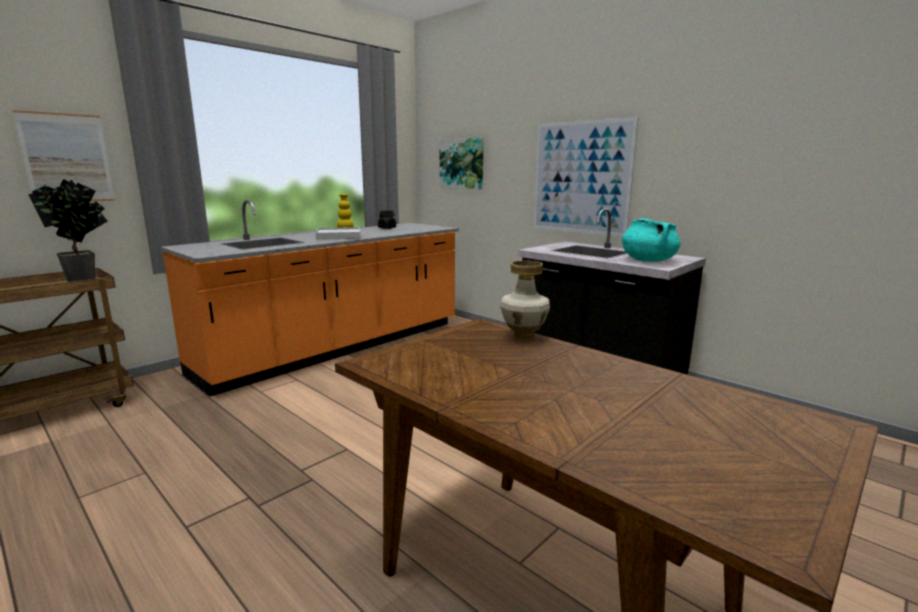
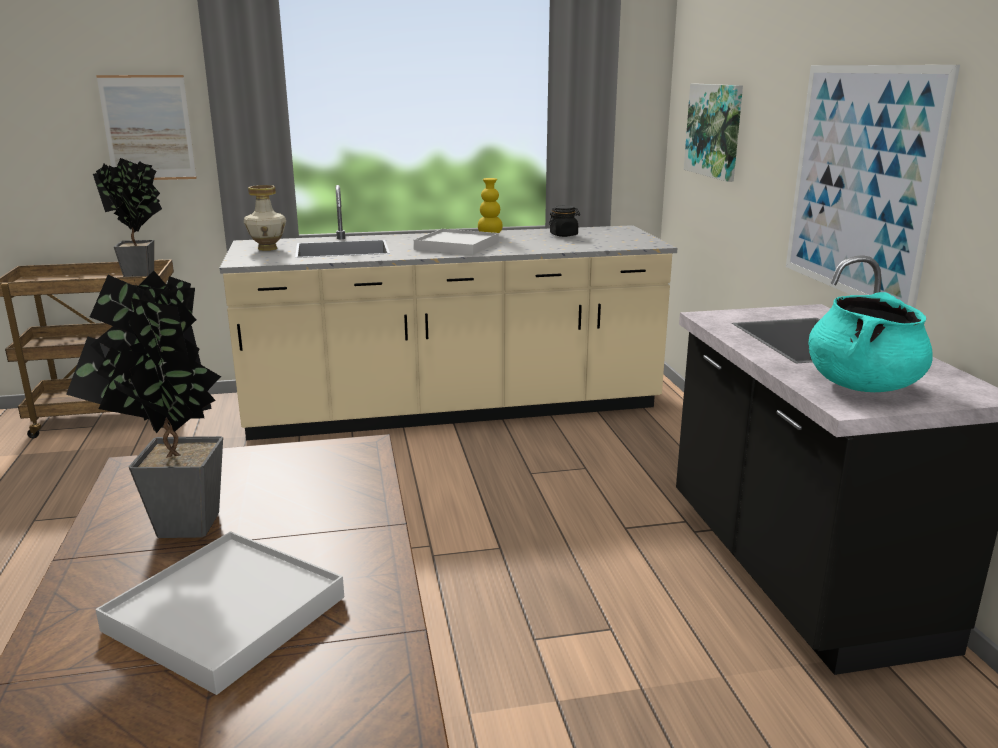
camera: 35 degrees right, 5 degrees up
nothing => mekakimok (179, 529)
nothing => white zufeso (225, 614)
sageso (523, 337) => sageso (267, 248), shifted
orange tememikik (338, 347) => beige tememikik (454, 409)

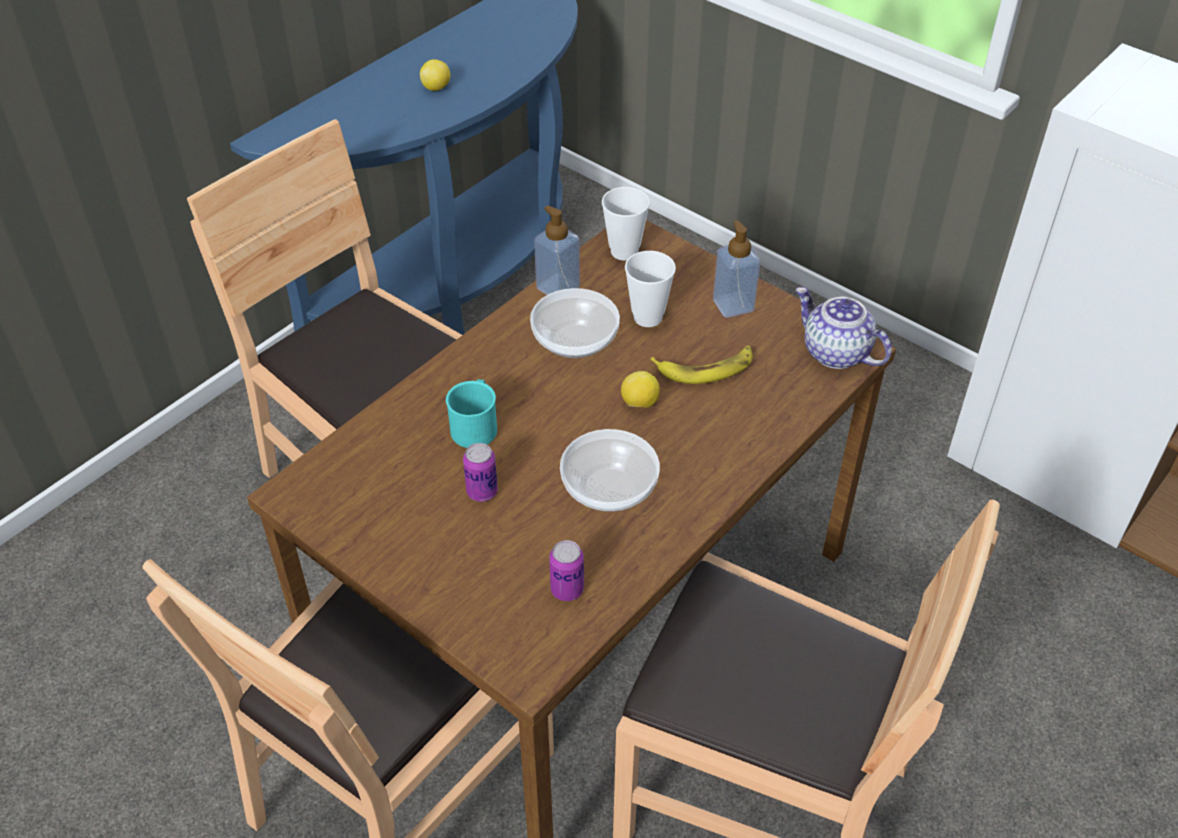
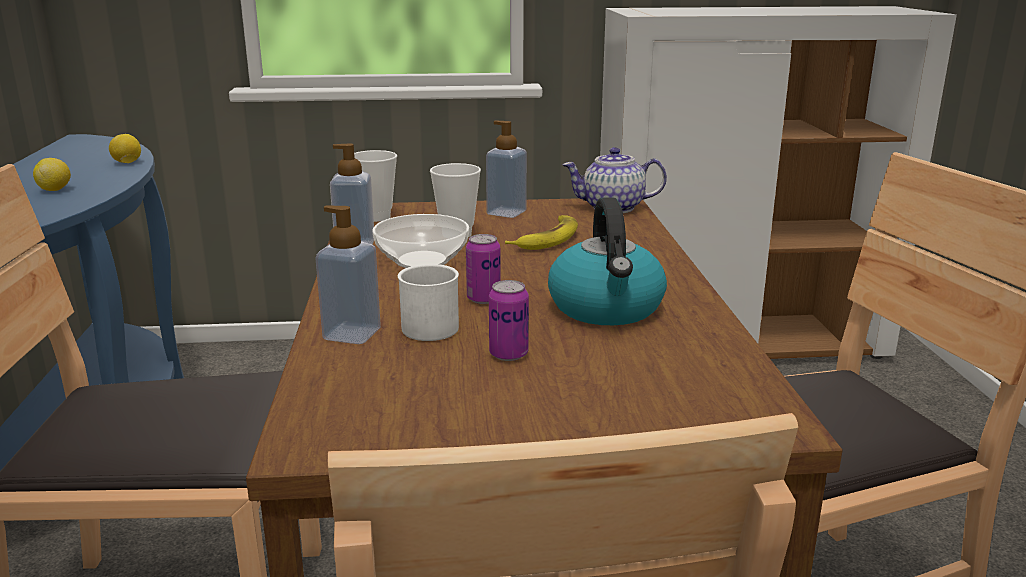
camera: 45 degrees left, 25 degrees down
nothing => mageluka (352, 334)
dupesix (567, 589) => dupesix (483, 299), shifted
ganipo (639, 403) => ganipo (127, 163), shifted
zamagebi (610, 488) => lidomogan (607, 308)
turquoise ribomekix (476, 425) => white ribomekix (425, 326)

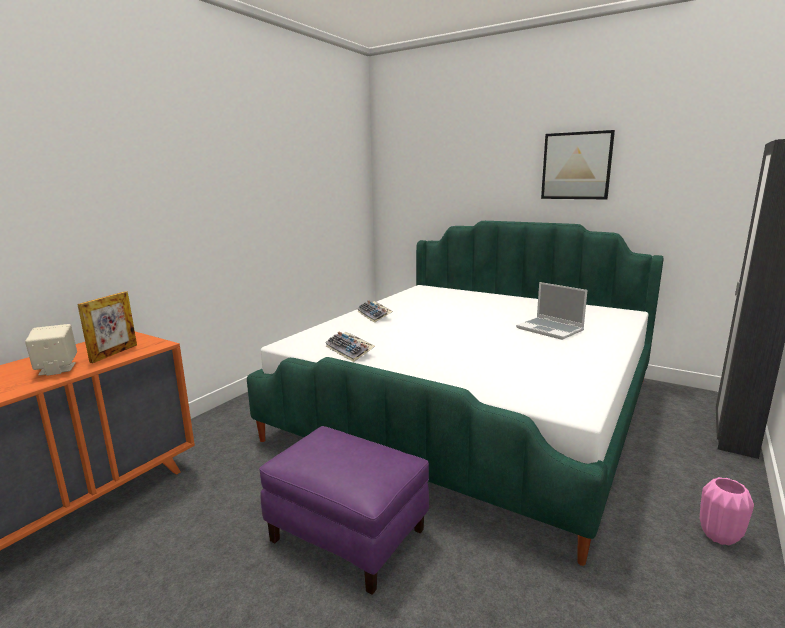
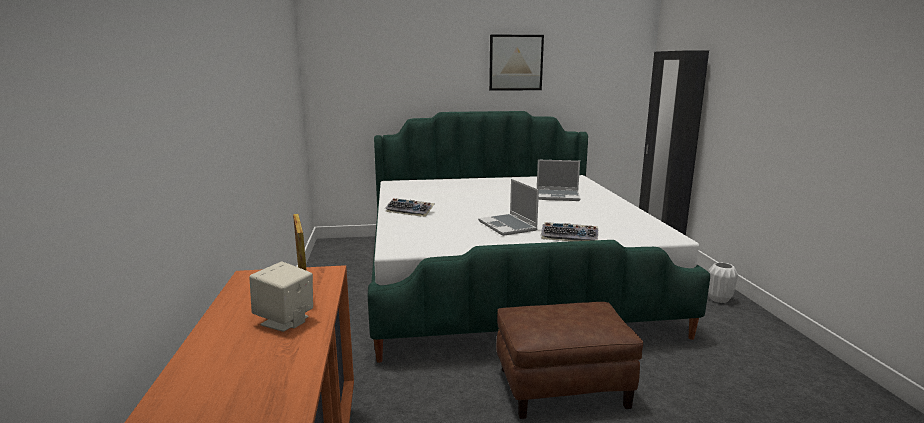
camera: 40 degrees left, 0 degrees up
nothing => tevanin (508, 226)
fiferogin (350, 351) => fiferogin (570, 237), shifted
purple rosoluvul (348, 534) => brown rosoluvul (562, 387)
pink sageso (720, 536) => white sageso (719, 299)

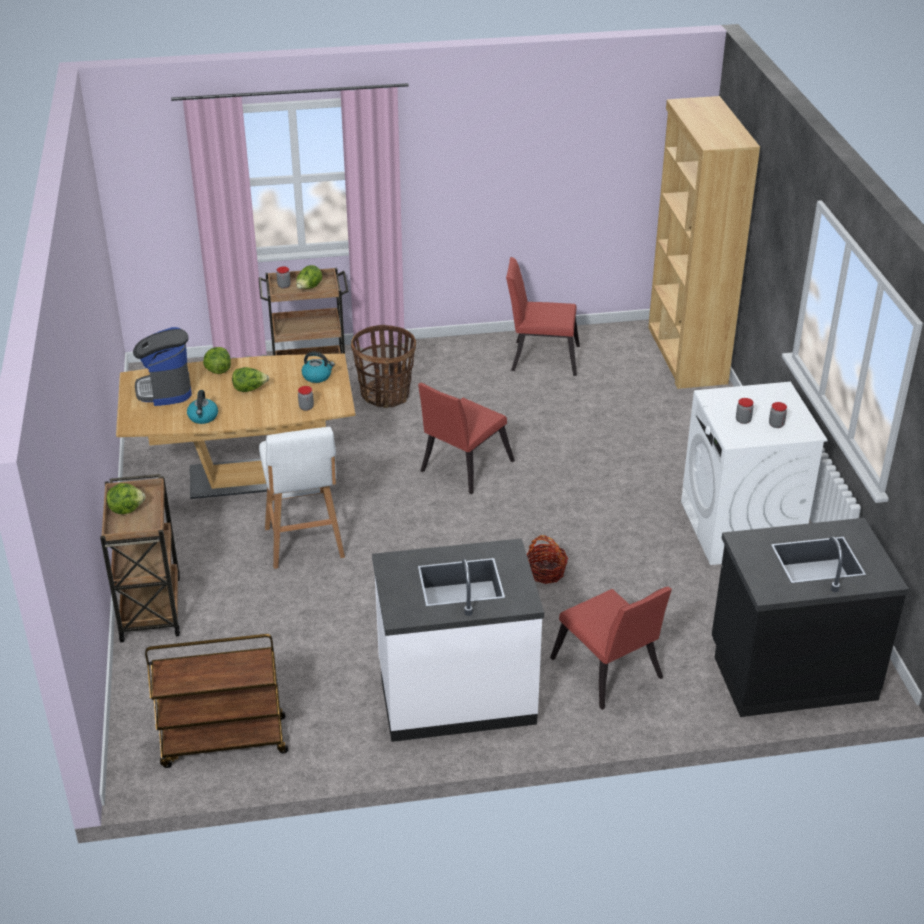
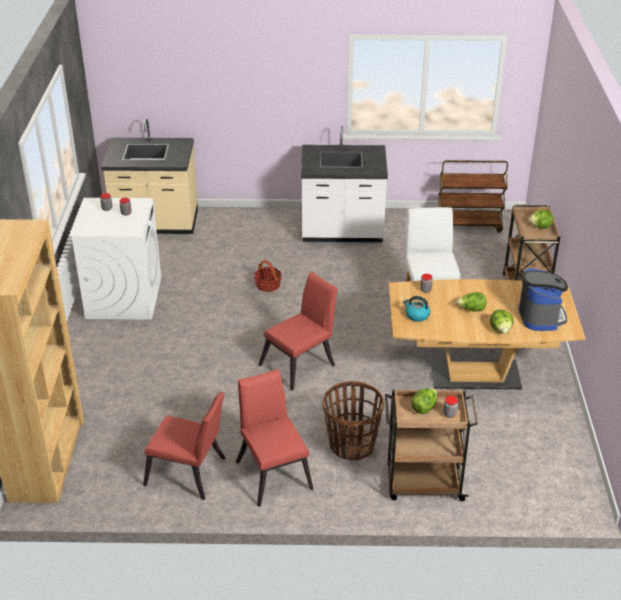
camera: 170 degrees left, 0 degrees up
lidomogan (203, 417) => nothing
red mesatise (609, 673) => red mesatise (273, 471), shifted
black tememikik (791, 671) => beige tememikik (156, 224)

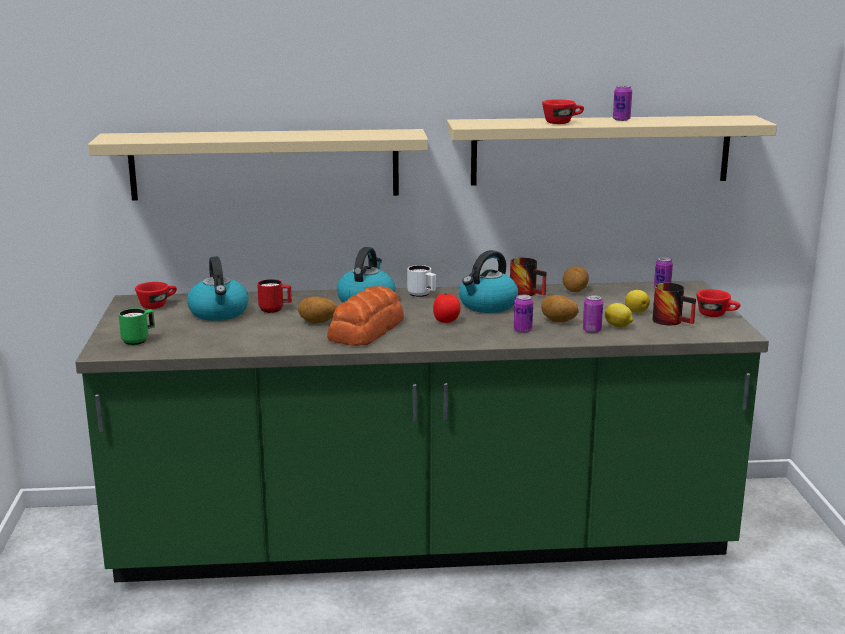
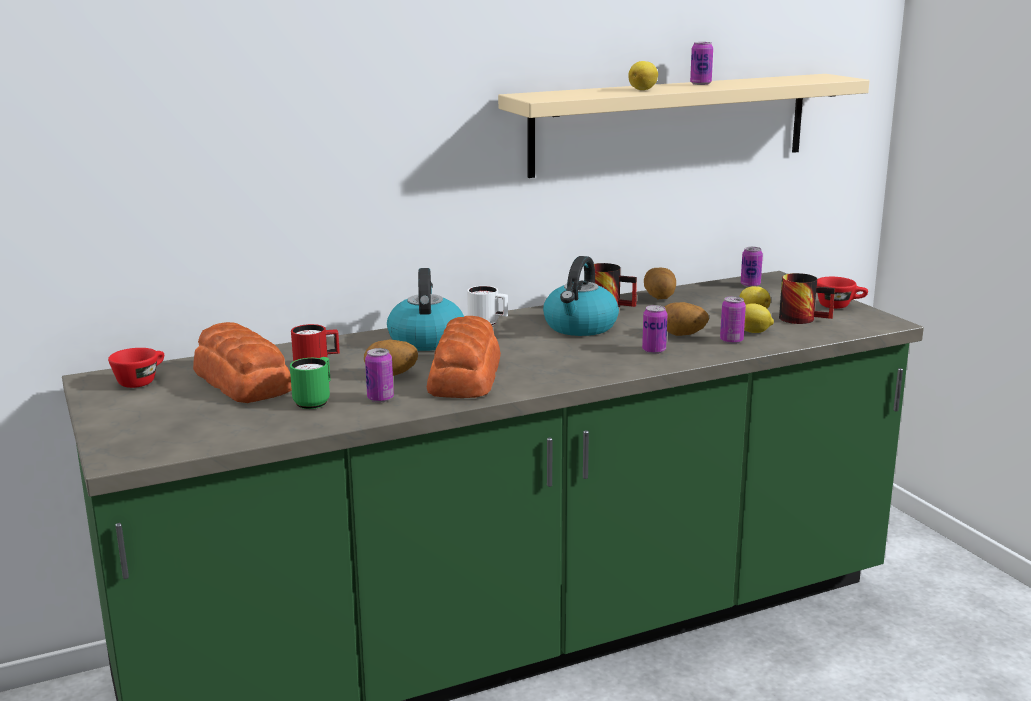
camera: 20 degrees left, 0 degrees up
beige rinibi (265, 164) => nothing
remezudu (446, 321) => nothing
nothing => dupesix (380, 398)
green ribomekix (139, 340) => green ribomekix (315, 401), shifted
lidomogan (219, 313) => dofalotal (242, 380)
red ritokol (562, 122) => ganipo (643, 90)

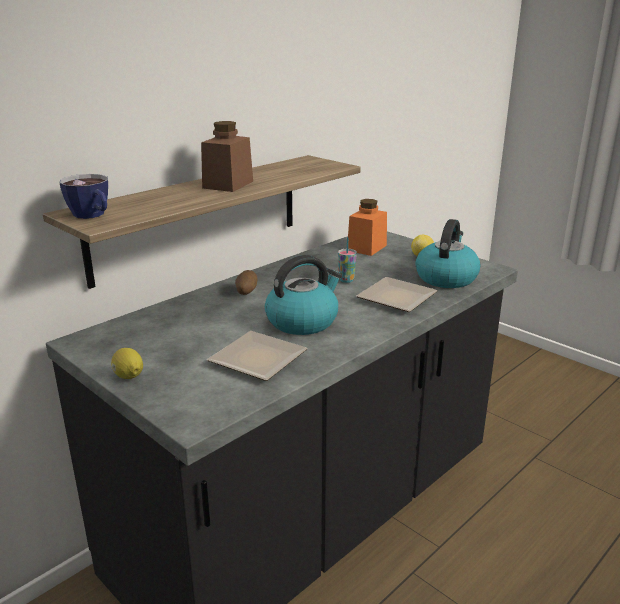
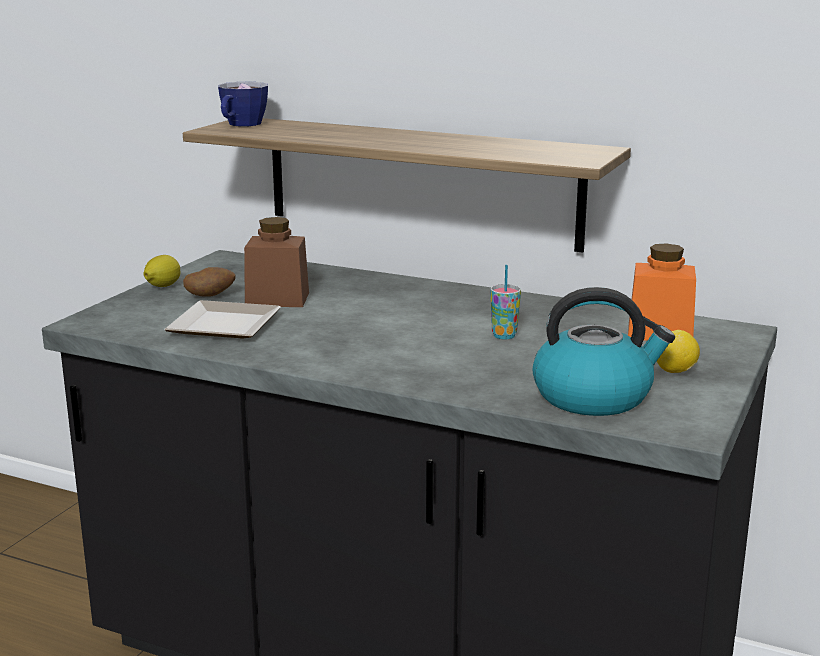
camera: 70 degrees right, 5 degrees down
lidomogan (303, 321) => nothing
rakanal (395, 297) => nothing
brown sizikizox (228, 184) => brown sizikizox (277, 299), shifted
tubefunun (246, 292) => tubefunun (210, 296), shifted

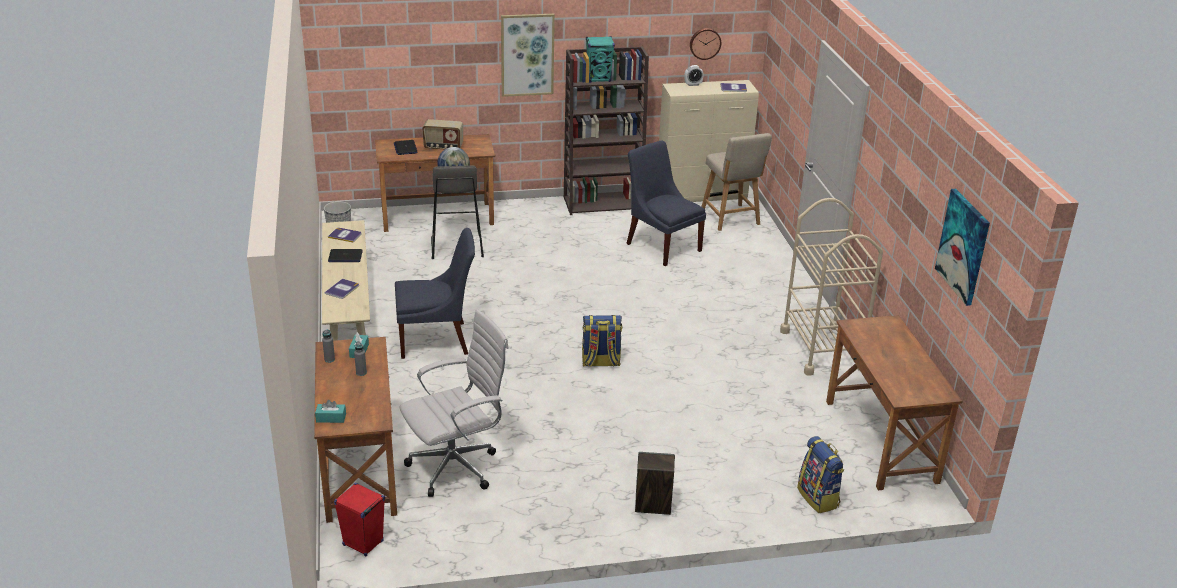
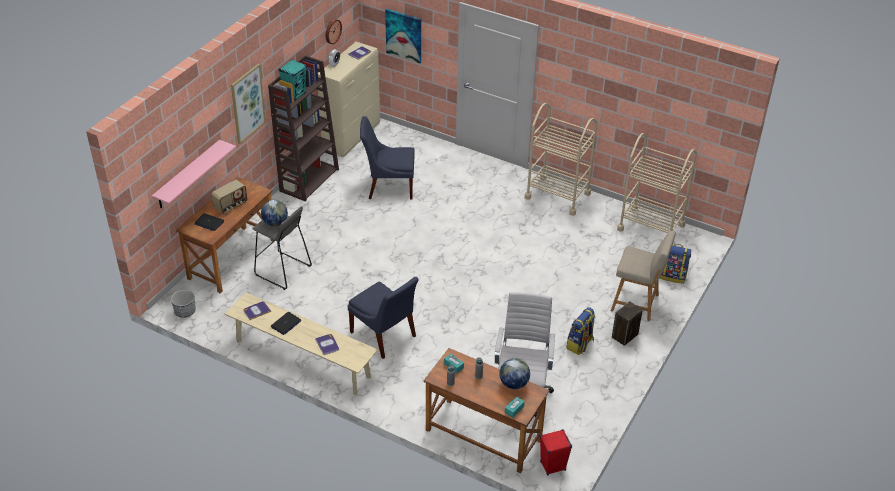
camera: 50 degrees left, 10 degrees up
nothing => pink rinibi (187, 175)
nothing => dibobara (513, 384)
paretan (600, 362) => paretan (580, 345), shifted
beige mesatise (731, 219) => beige mesatise (637, 303), shifted
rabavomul (963, 246) => rabavomul (404, 35), shifted
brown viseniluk (881, 441) => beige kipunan (650, 227)
blue mesatise (437, 340) => blue mesatise (384, 336), 105 degrees clockwise

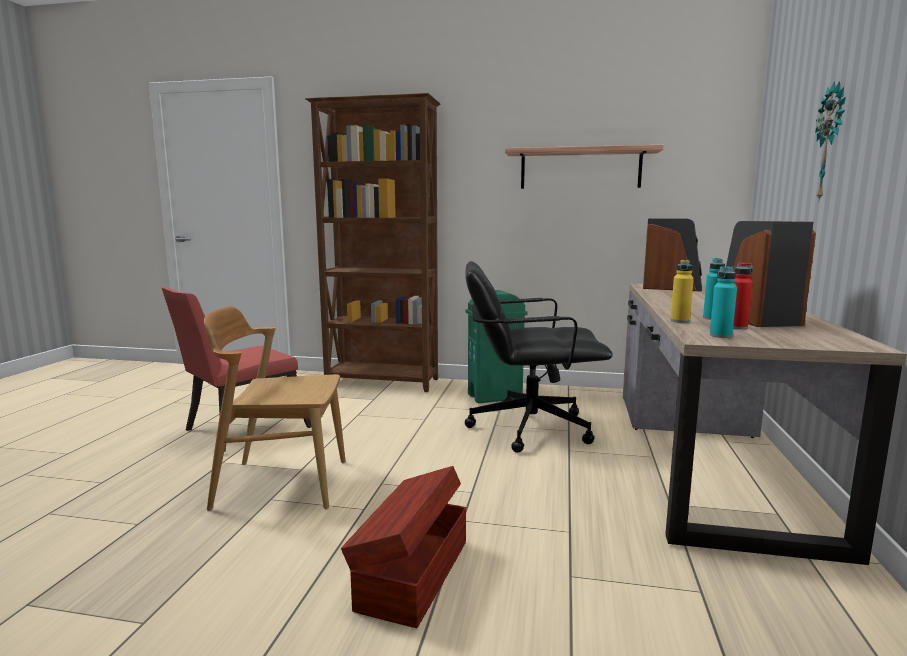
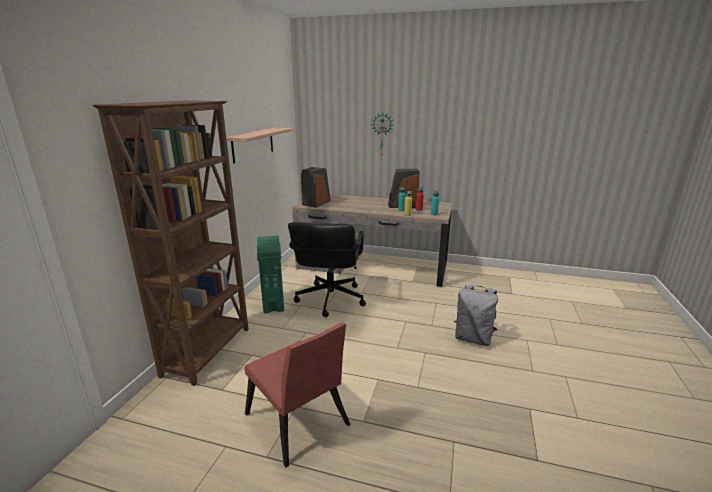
camera: 85 degrees left, 10 degrees up
brown mesatise (281, 484) => nothing
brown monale (411, 574) => grey paretan (473, 338)

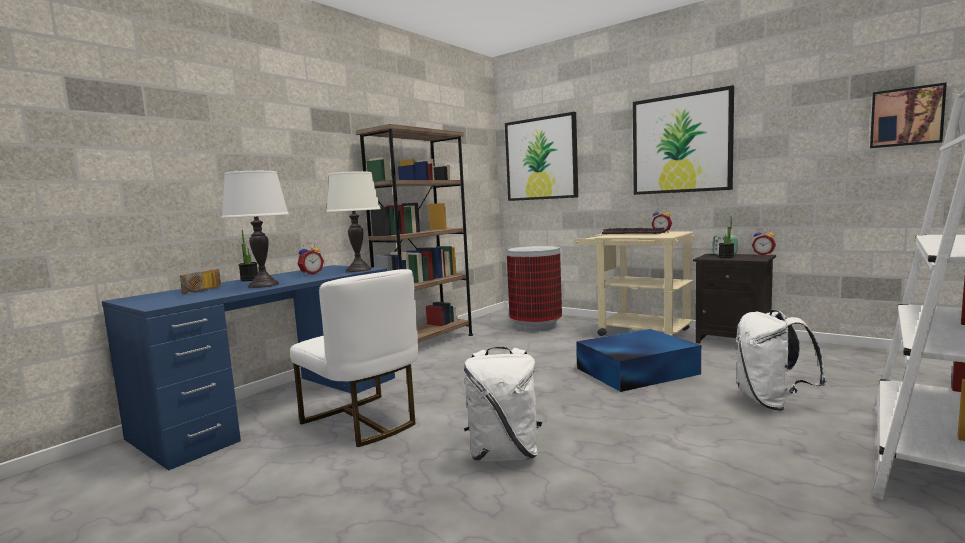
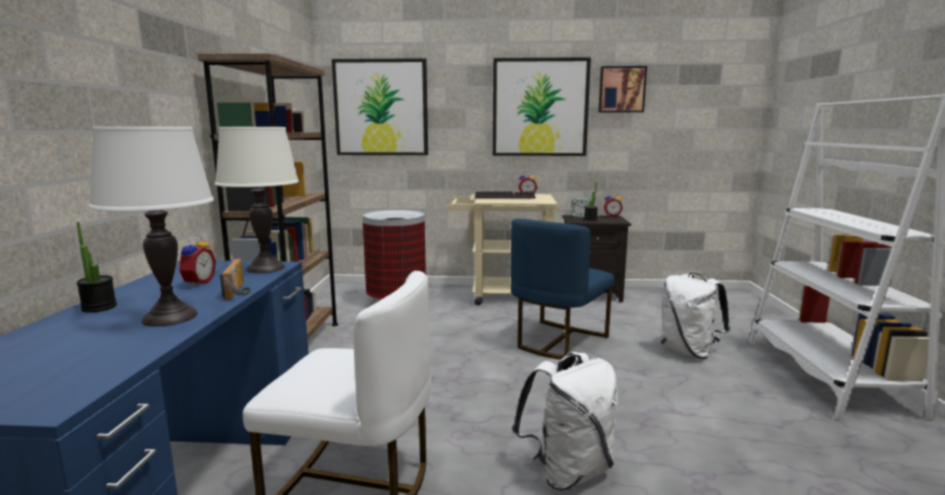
camera: 35 degrees left, 5 degrees up
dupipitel (204, 290) => dupipitel (240, 291), shifted
rabavomul (906, 117) => rabavomul (621, 89), shifted
blue monale (635, 371) => blue mesatise (557, 341)

